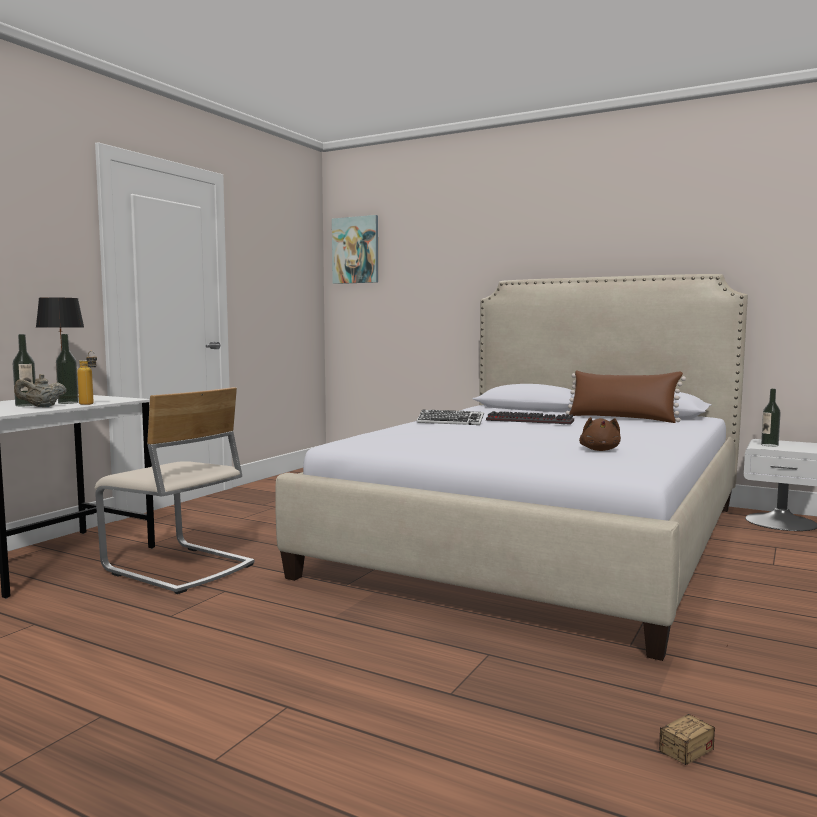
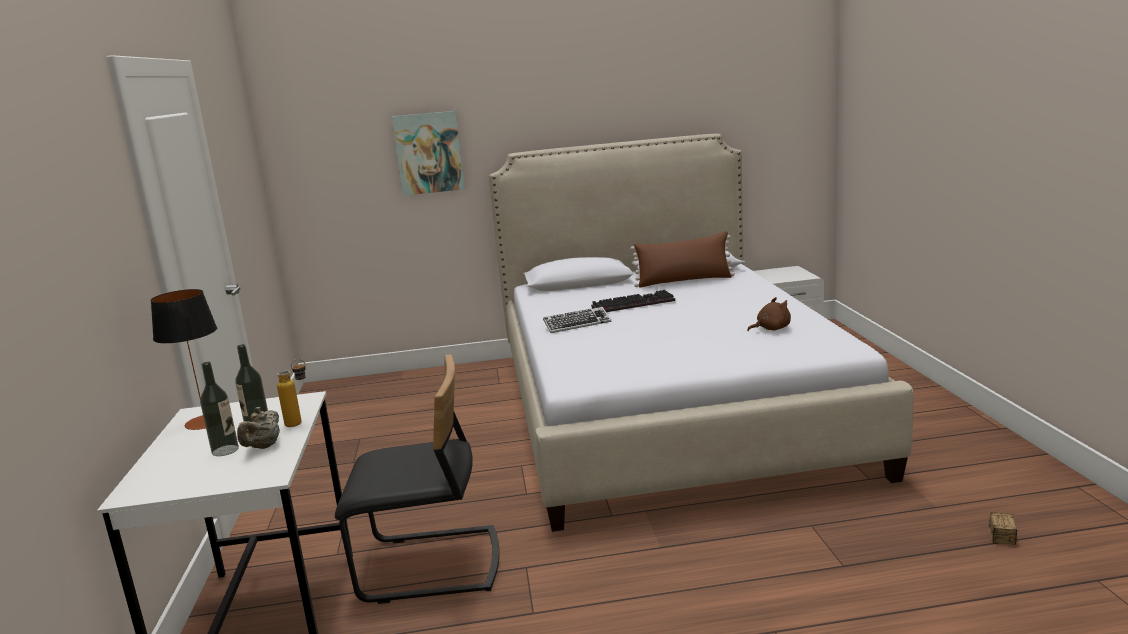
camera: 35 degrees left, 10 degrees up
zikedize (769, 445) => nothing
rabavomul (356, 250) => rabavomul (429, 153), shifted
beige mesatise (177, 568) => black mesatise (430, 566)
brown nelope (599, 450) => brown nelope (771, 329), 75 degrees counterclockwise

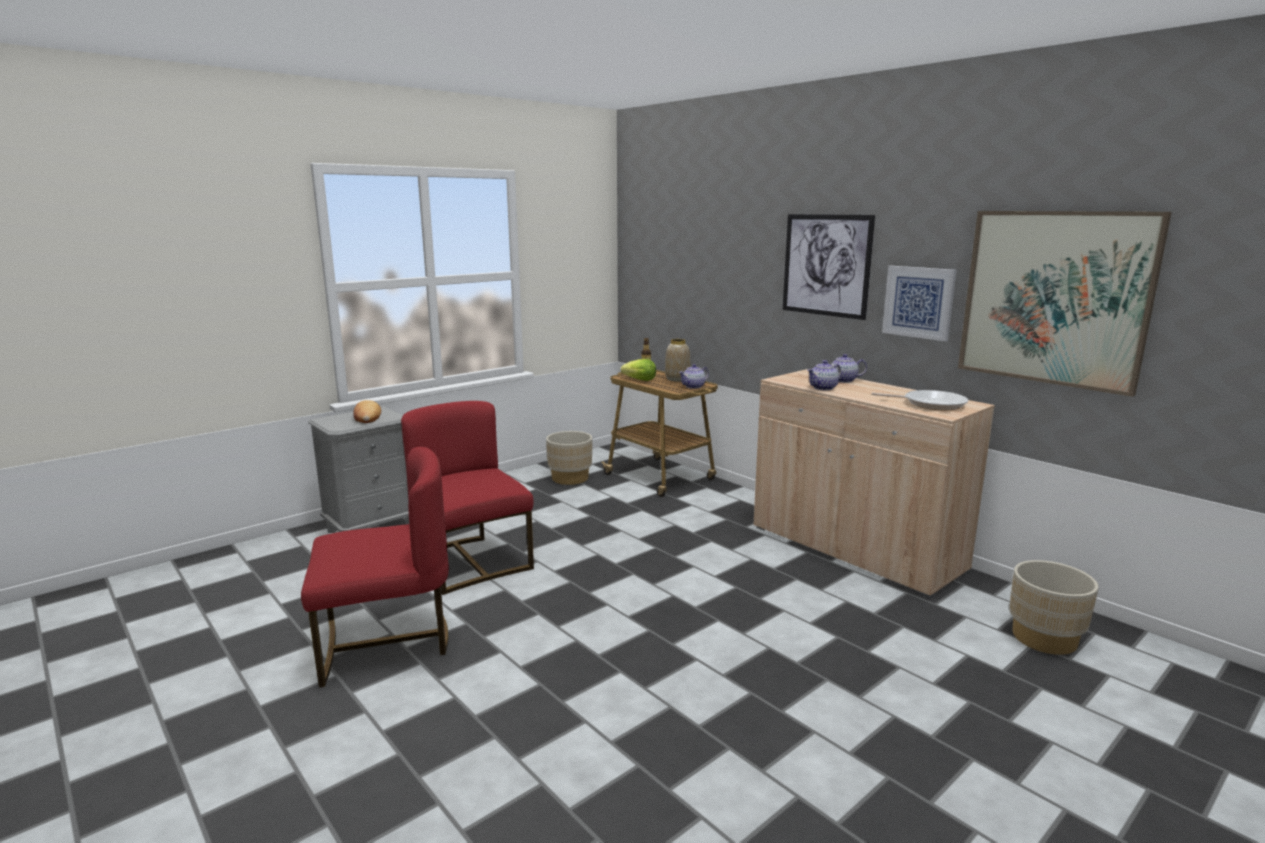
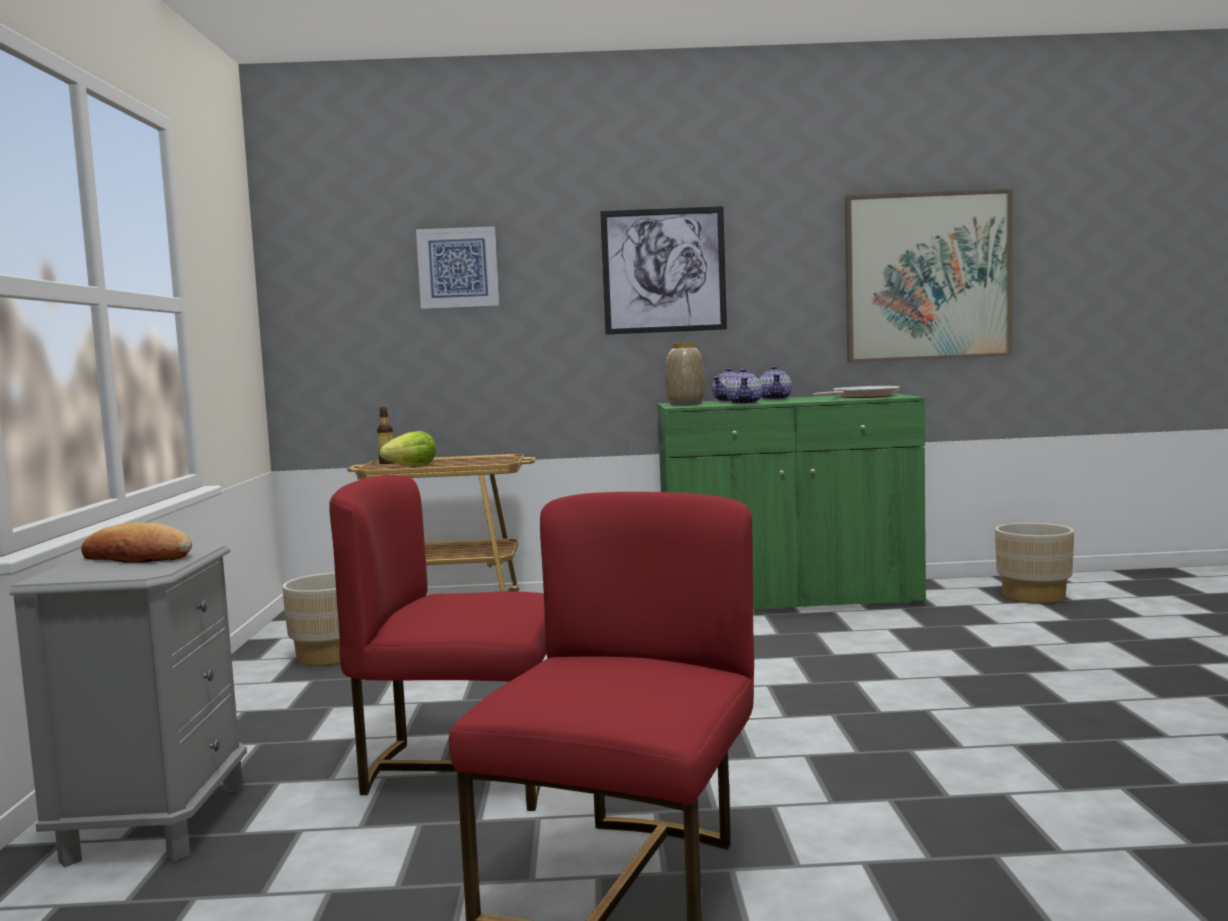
camera: 50 degrees left, 10 degrees down
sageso (677, 379) => sageso (686, 404), shifted
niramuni (694, 386) => niramuni (775, 399), shifted
rabavomul (919, 302) => rabavomul (458, 268), shifted
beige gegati (854, 548) => green gegati (789, 599)

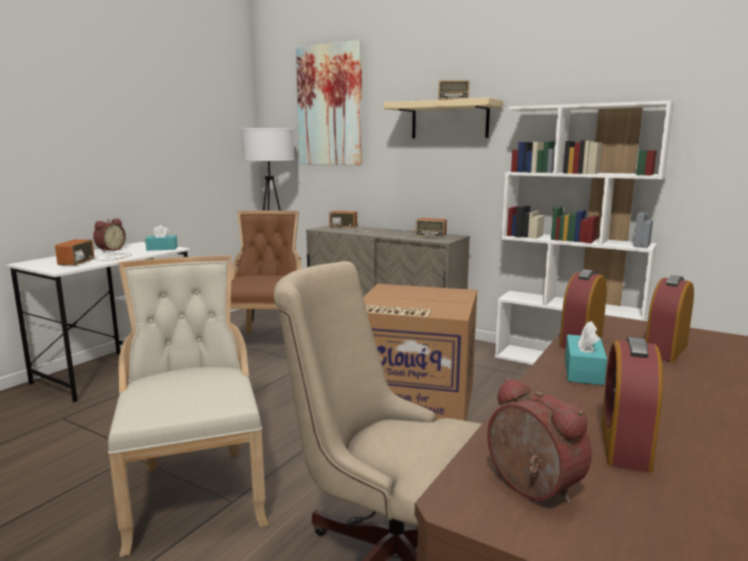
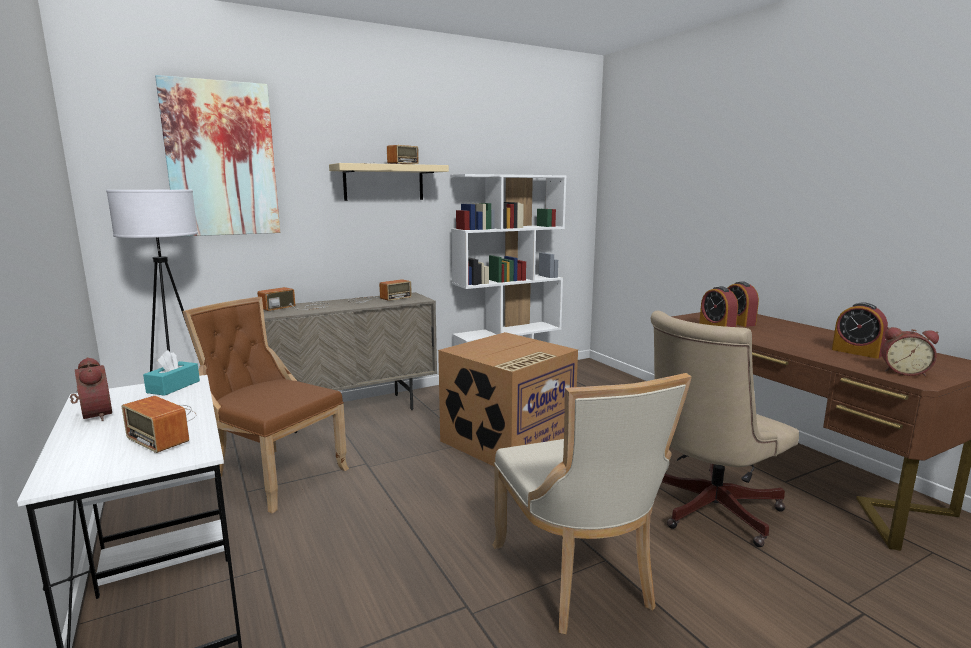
camera: 60 degrees left, 0 degrees up
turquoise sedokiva (583, 371) => nothing
beige mesatise (195, 492) => beige mesatise (577, 578), 120 degrees counterclockwise
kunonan (529, 488) => kunonan (903, 372), 150 degrees counterclockwise

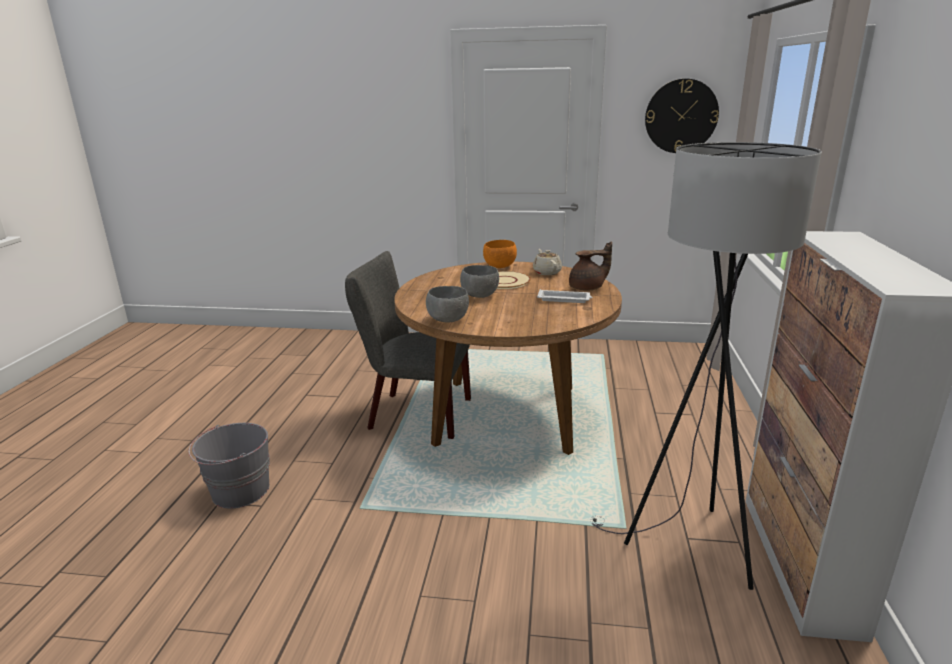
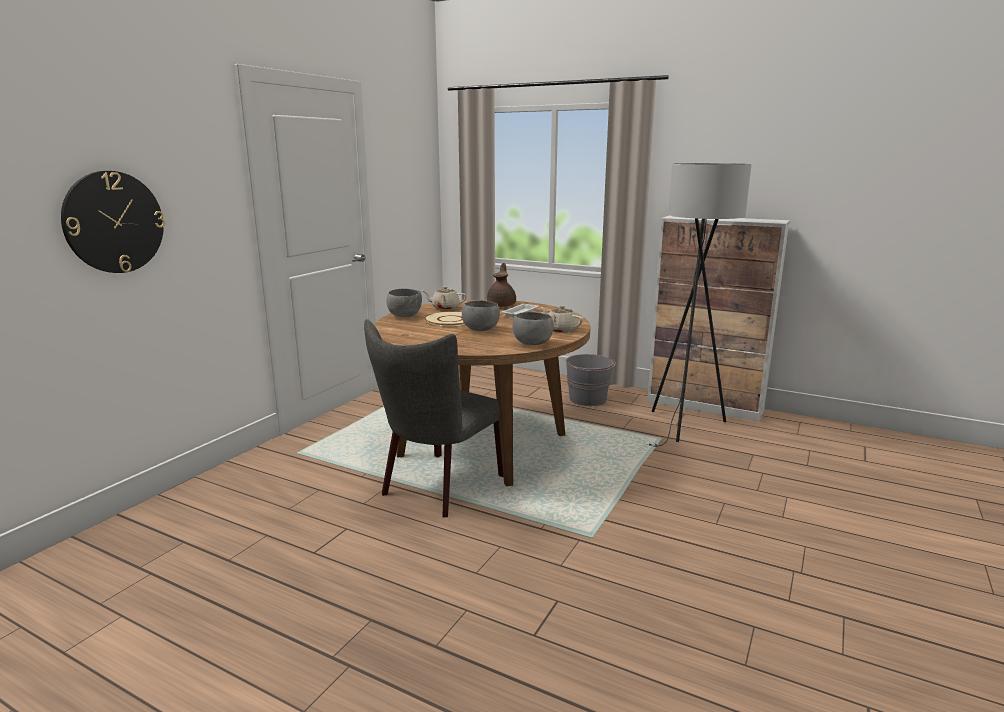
camera: 70 degrees left, 5 degrees down
nothing => beige niramuni (560, 330)
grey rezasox (239, 492) => grey rezasox (588, 399), shifted
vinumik (681, 116) => vinumik (114, 222), shifted
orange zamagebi (500, 267) => grey zamagebi (405, 316)

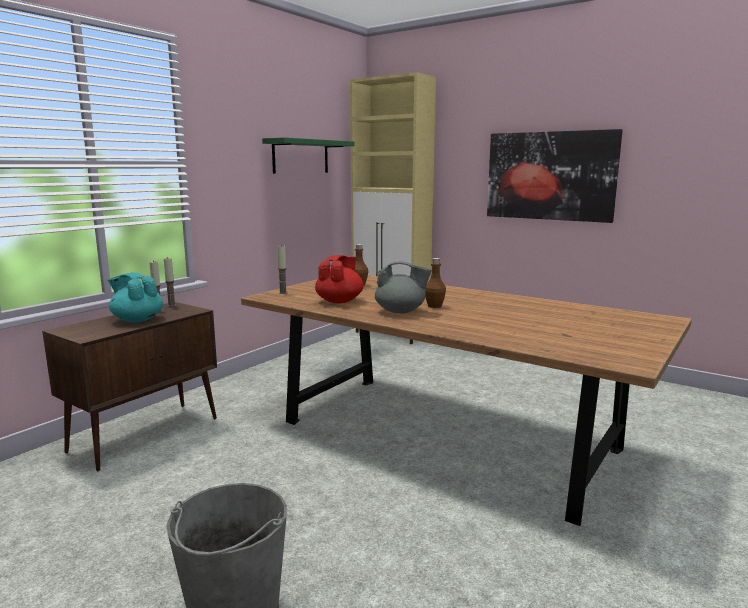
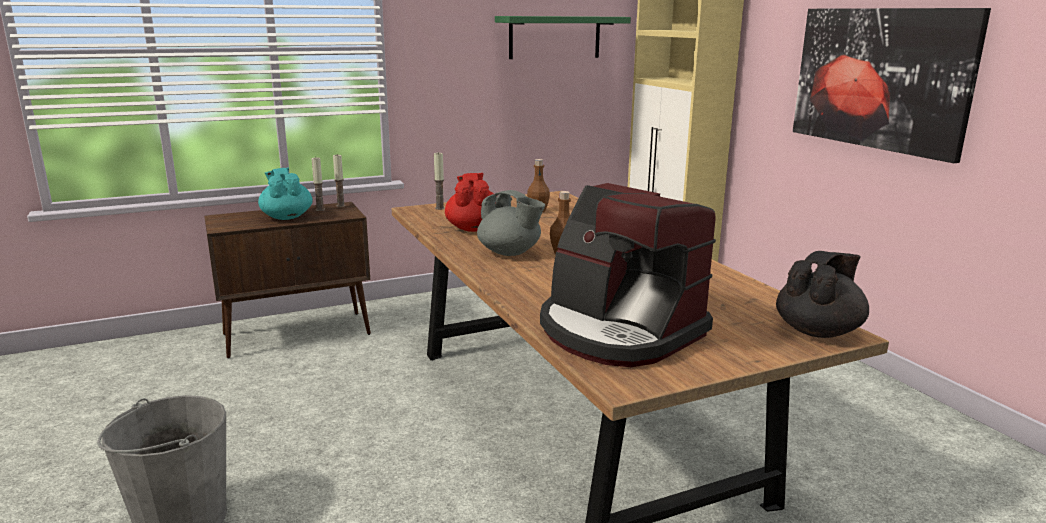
camera: 30 degrees right, 5 degrees up
nothing => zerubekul (618, 331)
nothing => black niramuni (818, 331)
red niramuni (340, 301) => red niramuni (474, 228), 60 degrees counterclockwise

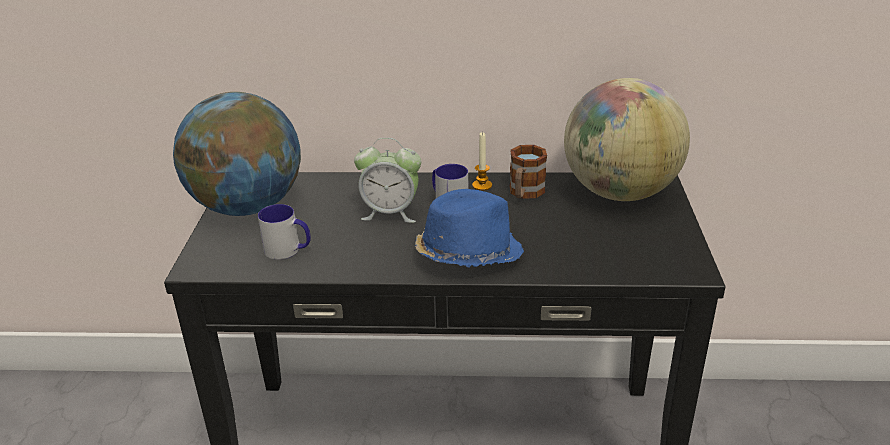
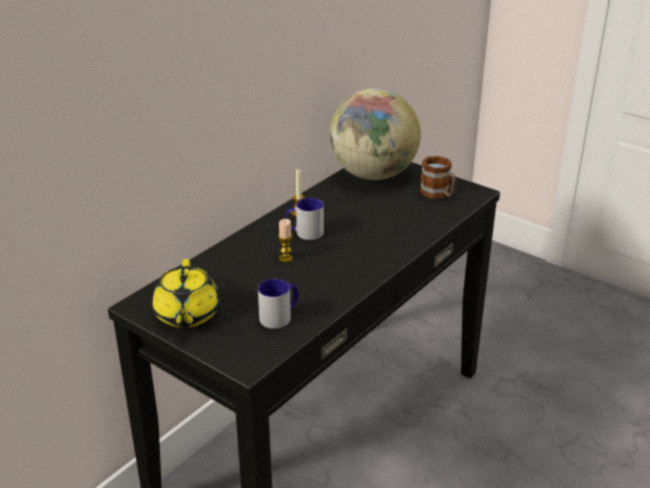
camera: 55 degrees left, 0 degrees up
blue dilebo (467, 254) => nothing
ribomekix (524, 193) => ribomekix (438, 194), shifted
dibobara (247, 207) => yellow niramuni (187, 315)
kunonan (390, 213) => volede (285, 258)

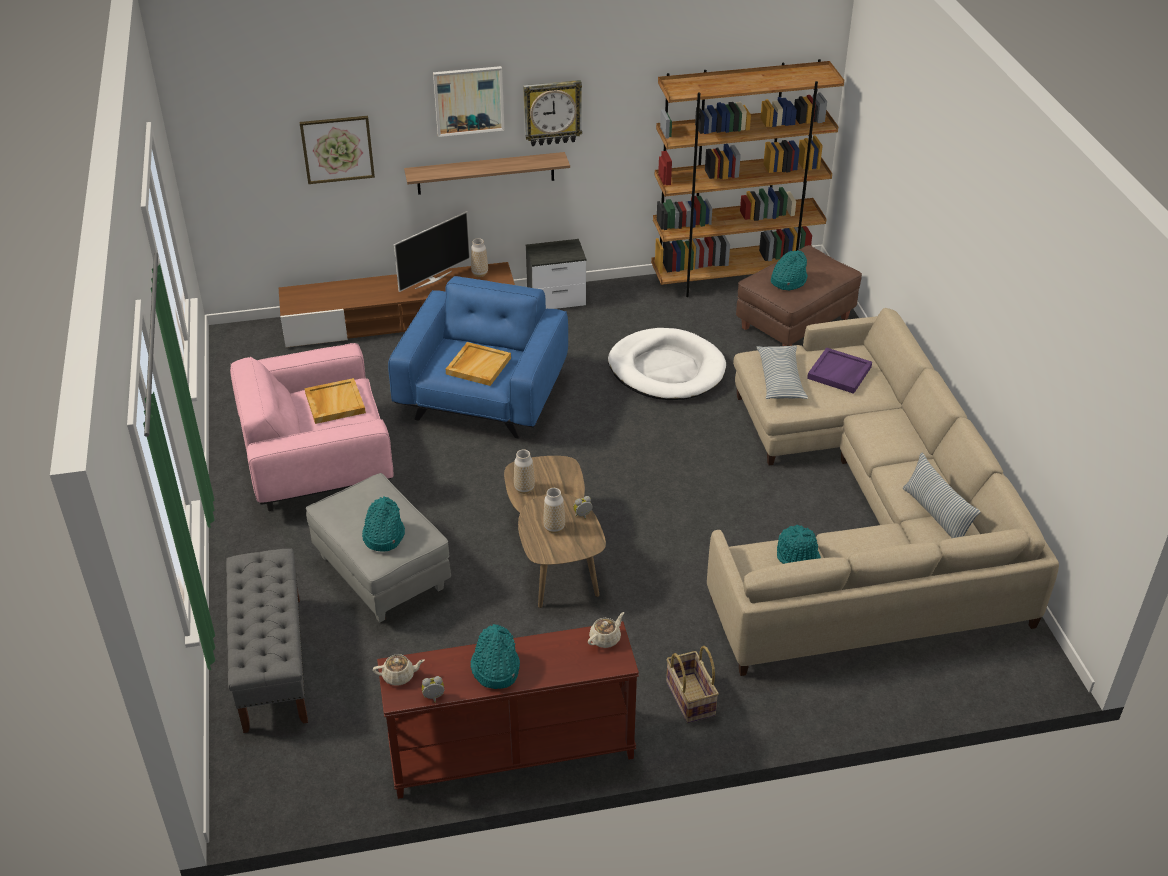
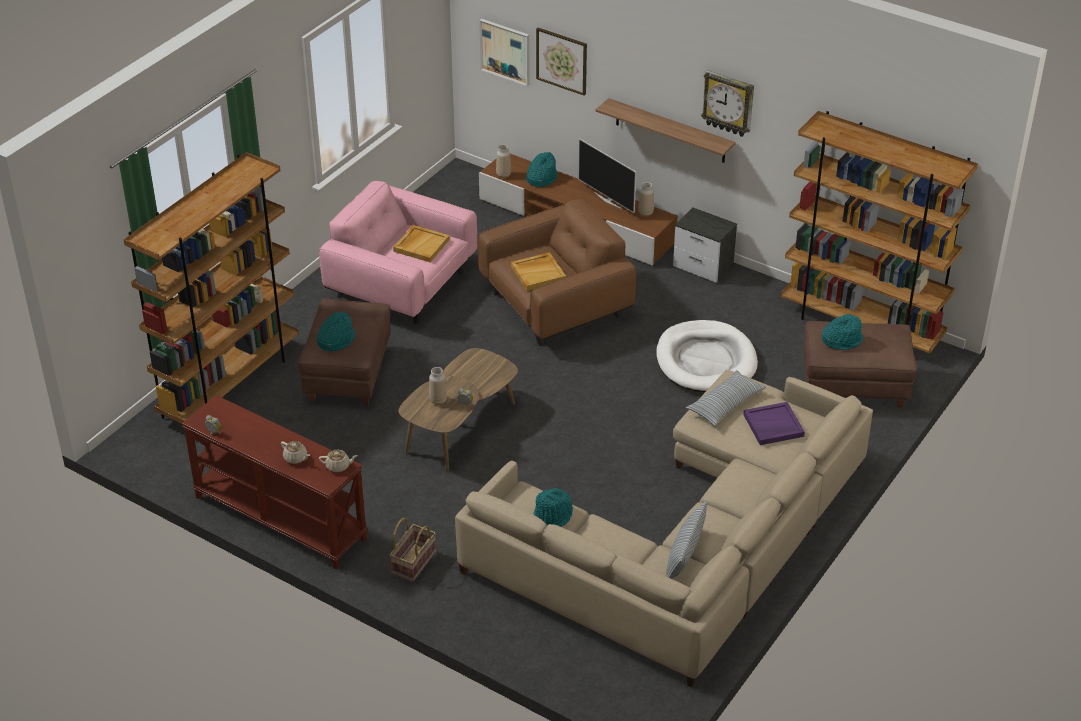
camera: 45 degrees right, 0 degrees up
beige niramuni (399, 676) => beige niramuni (296, 458), shifted
rabavomul (469, 100) => rabavomul (505, 51), shifted
turquoise dilebo (495, 668) => turquoise dilebo (541, 178), shifted
sageso (524, 489) => sageso (503, 175), shifted
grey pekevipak (272, 662) => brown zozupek (230, 384)
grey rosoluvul (382, 573) => brown rosoluvul (348, 374)
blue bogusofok (483, 397) => brown bogusofok (555, 305)
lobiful (433, 279) => lobiful (608, 200), 45 degrees clockwise

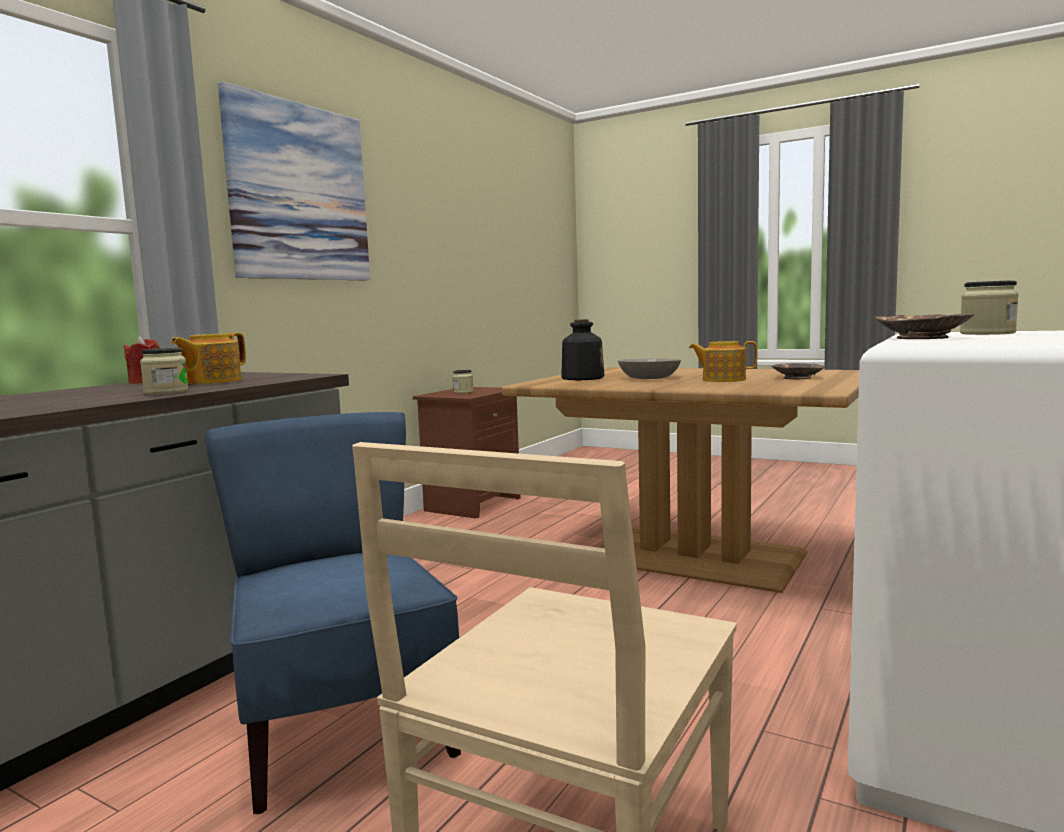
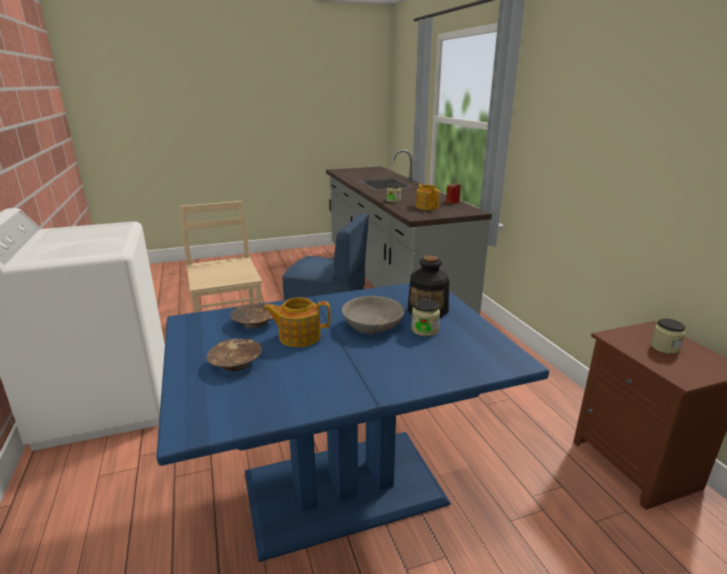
camera: 130 degrees right, 15 degrees up
rabavomul (299, 193) => nothing
brown zamagebi (922, 337) => brown zamagebi (255, 323), shifted
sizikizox (987, 333) => sizikizox (424, 330), shifted
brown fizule (693, 558) => blue fizule (342, 486)
niramuni (723, 379) => niramuni (298, 336), 150 degrees counterclockwise

